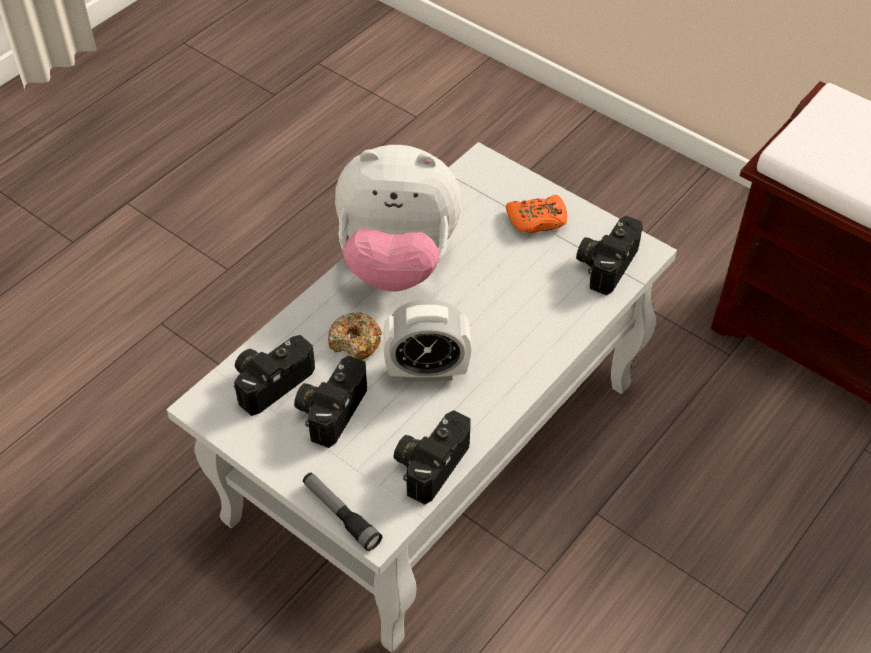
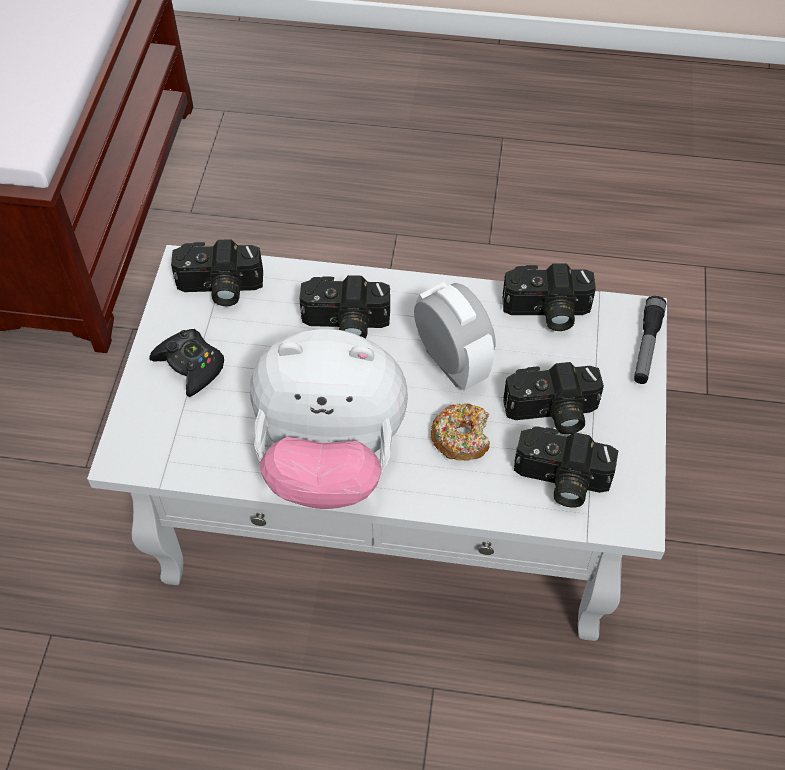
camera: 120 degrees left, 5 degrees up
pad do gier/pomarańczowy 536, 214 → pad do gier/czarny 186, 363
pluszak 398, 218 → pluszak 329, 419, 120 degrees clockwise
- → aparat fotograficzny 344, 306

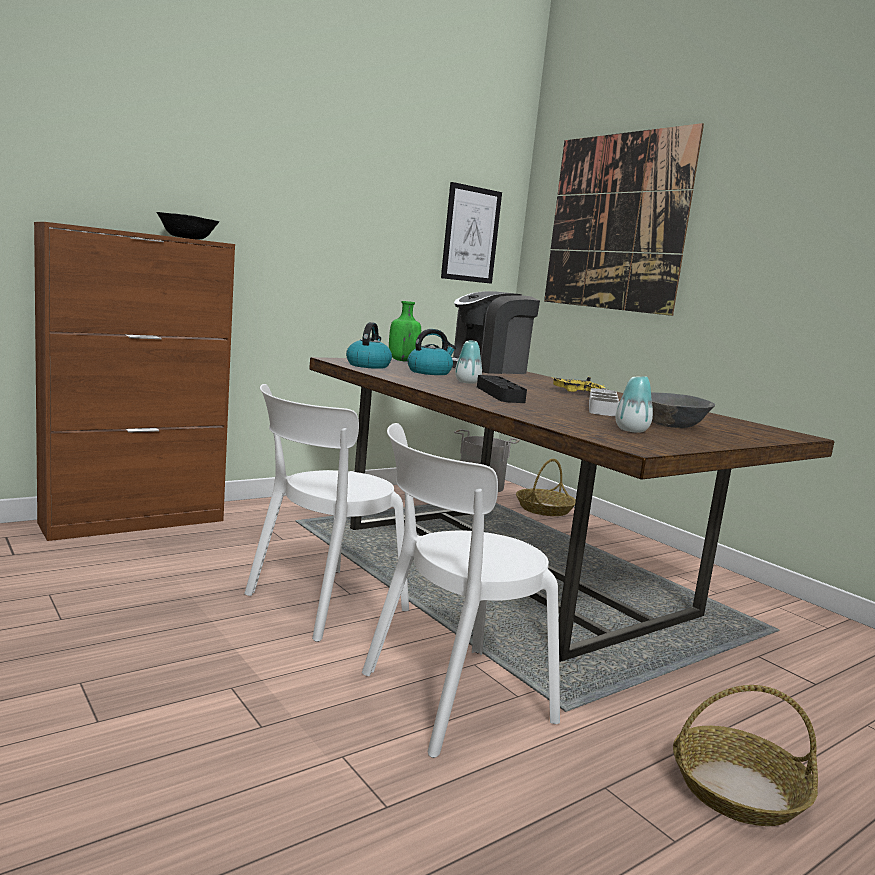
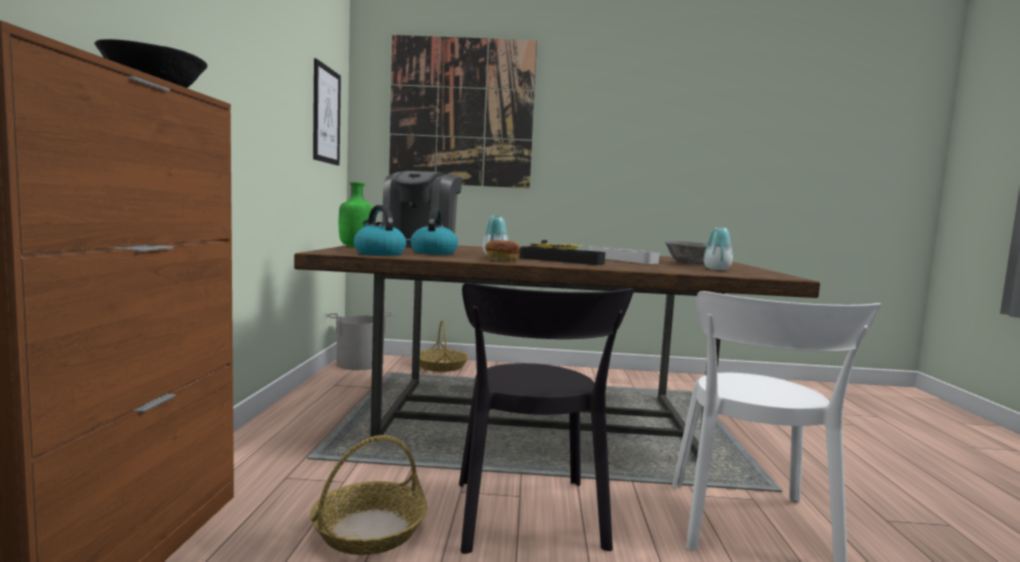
camera: 50 degrees left, 5 degrees down
koszyk 745, 755 → koszyk 369, 495, moved
krzesło/biały 326, 513 → krzesło/czarny 546, 418
- → chleb 503, 251

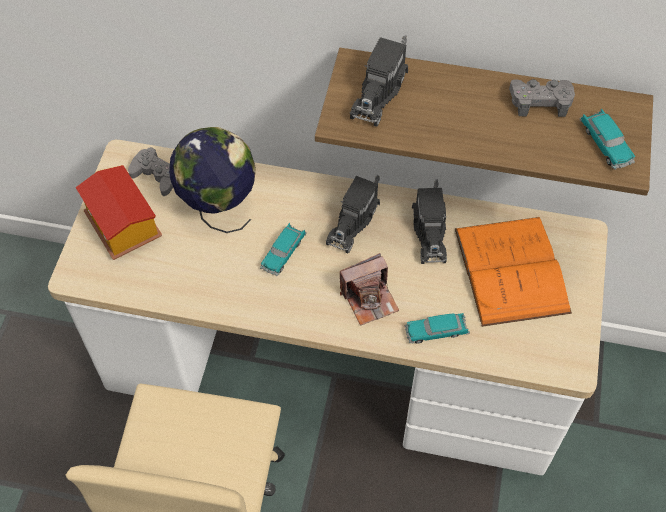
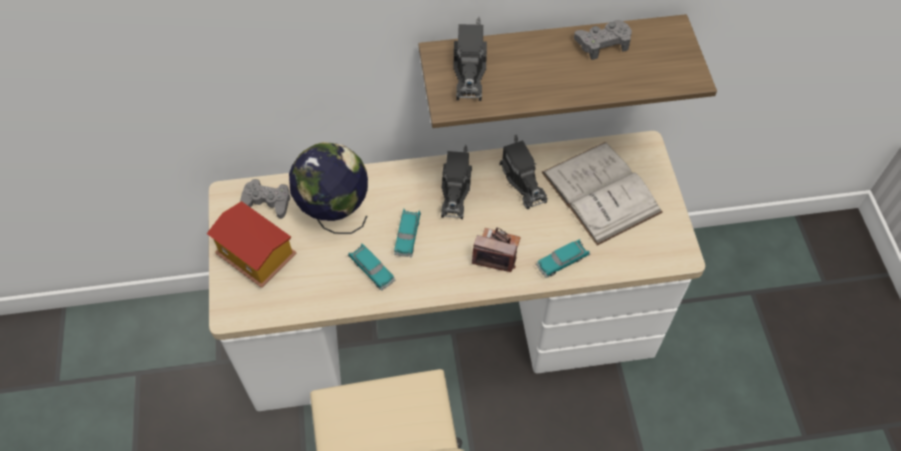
camera: 20 degrees left, 0 degrees up
samochodzik 607, 139 → samochodzik 372, 267, moved
aparat fotograficzny 369, 289 → aparat fotograficzny 496, 249, 120 degrees counterclockwise
książka/pomarańczowy 513, 272 → książka/biały 602, 194

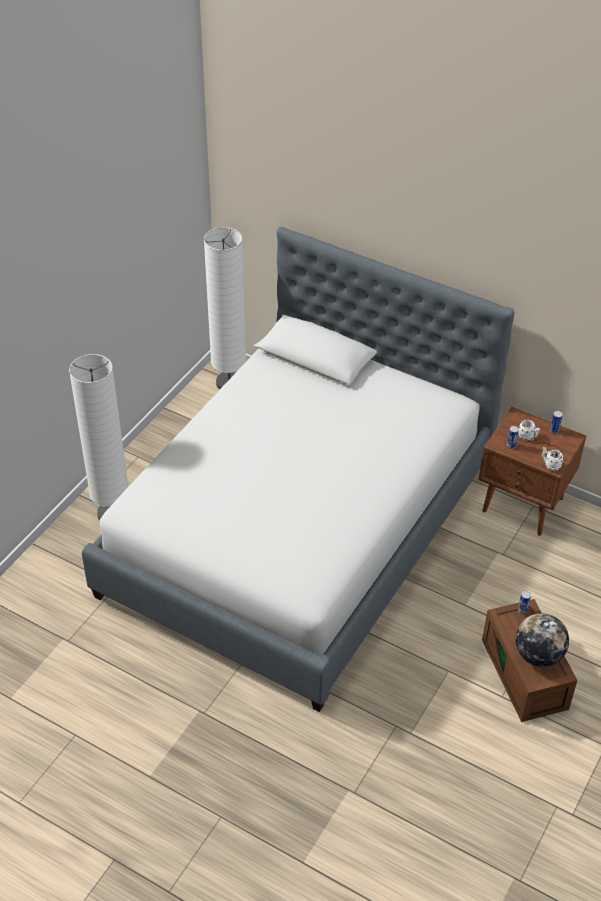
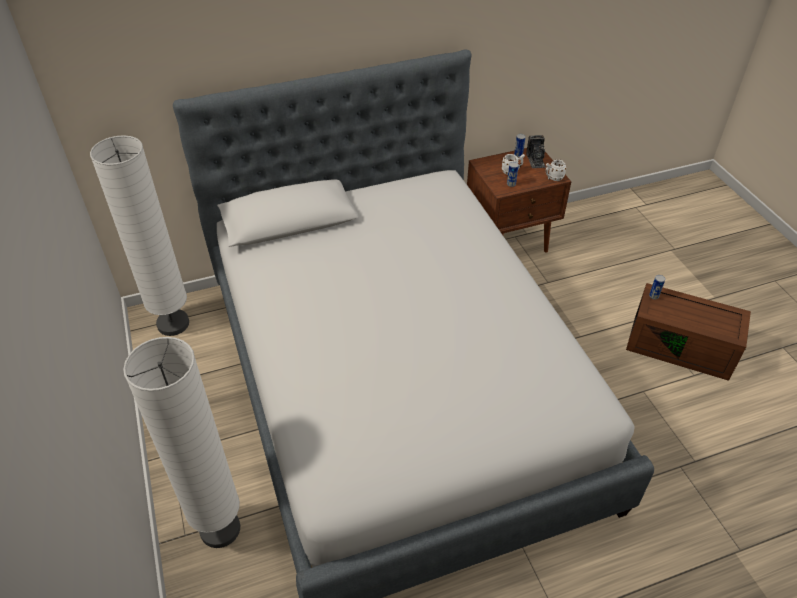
camera: 50 degrees left, 0 degrees up
- → aparat fotograficzny 536, 151
globus 542, 640 → -

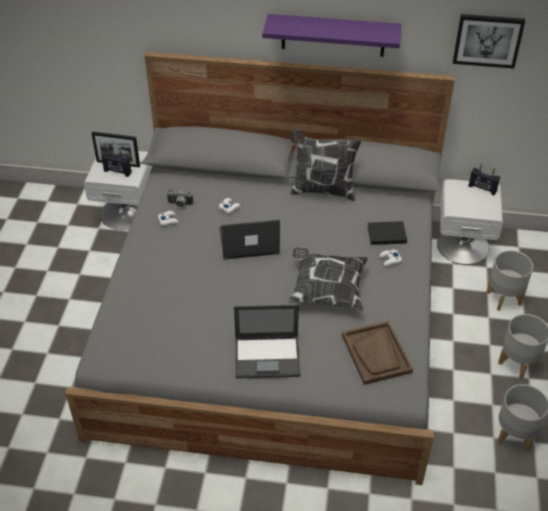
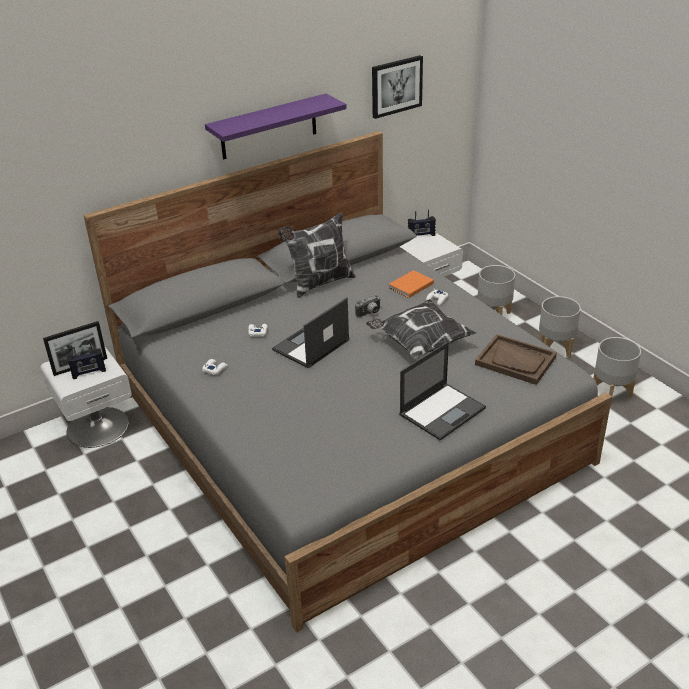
camera: 40 degrees left, 10 degrees down
aparat fotograficzny 179, 198 → aparat fotograficzny 368, 306, moved
książka/czarny 387, 233 → książka/pomarańczowy 411, 284

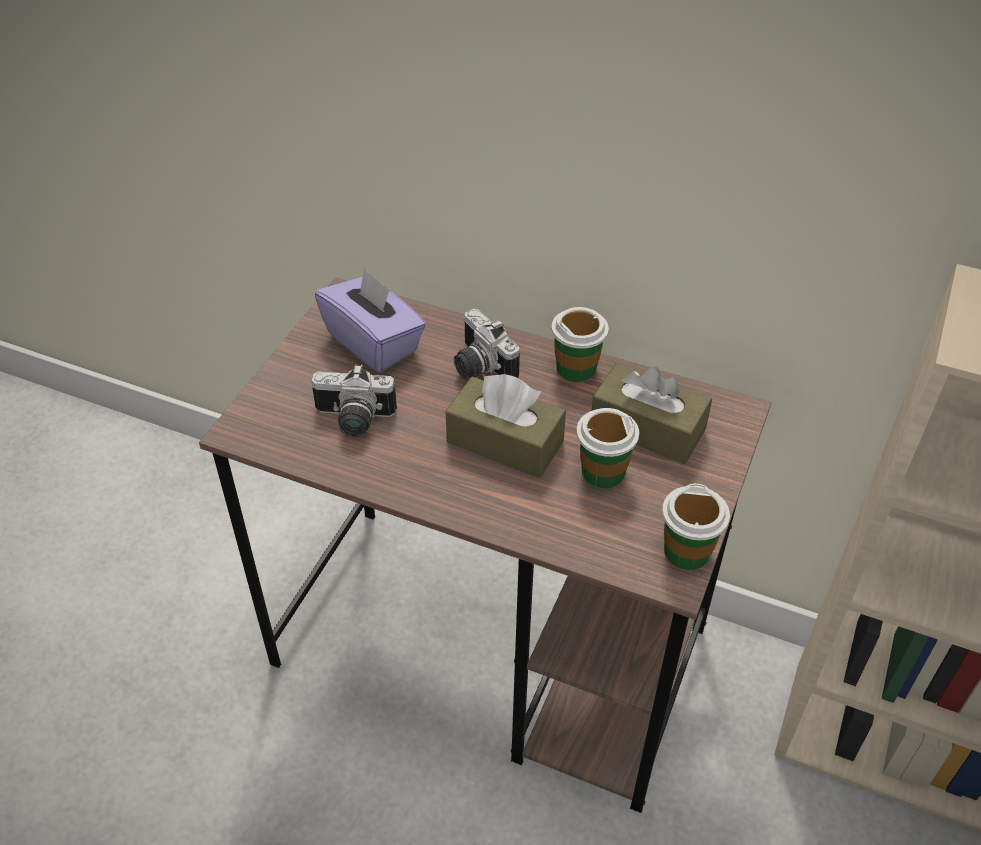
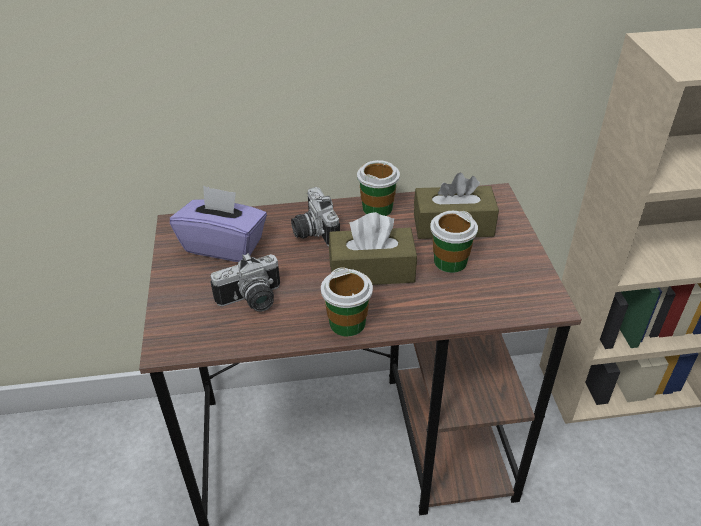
camera: 30 degrees left, 5 degrees down
aparat fotograficzny 487, 344 → aparat fotograficzny 315, 216, 45 degrees clockwise
filiżanka 696, 526 → filiżanka 347, 302, moved

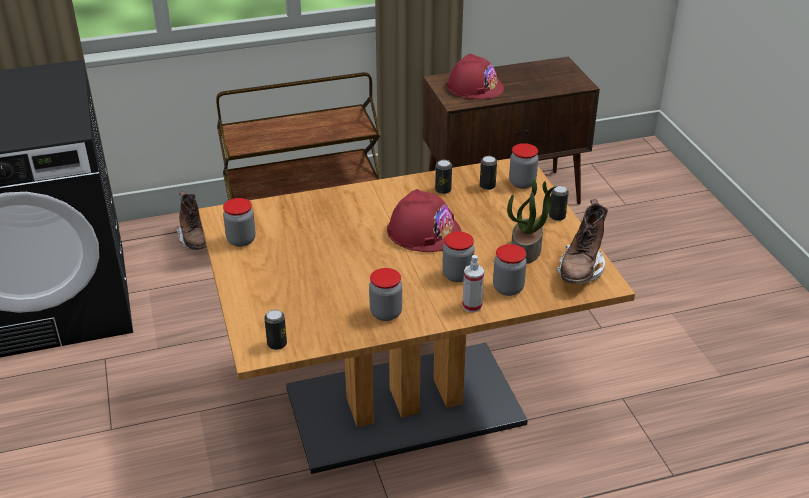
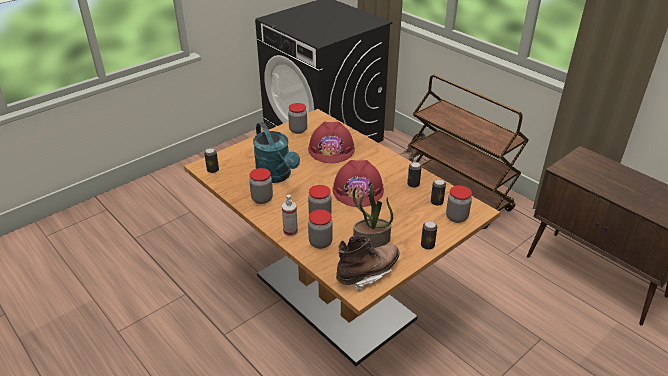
camera: 65 degrees right, 0 degrees up
- → konewka/turkusowy 276, 152
kask/czerwony 475, 76 → kask/czerwony 331, 142, moved
but z cholewką/brązowy 582, 242 → but z cholewką/brązowy 368, 263, 150 degrees clockwise

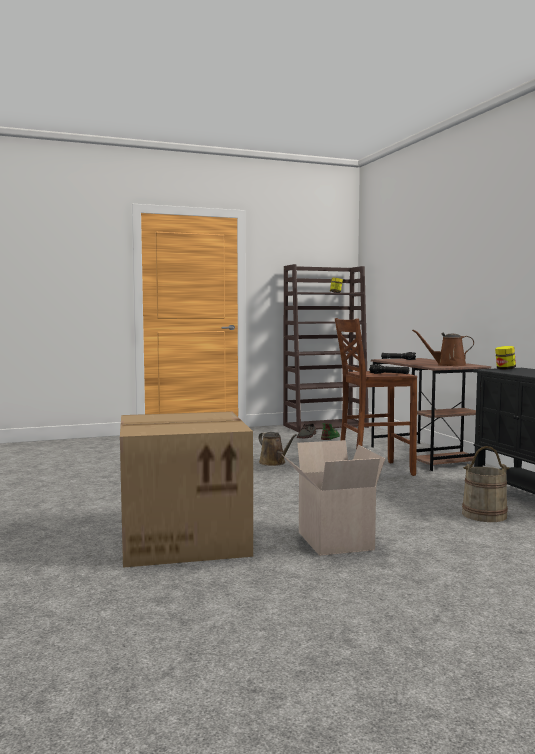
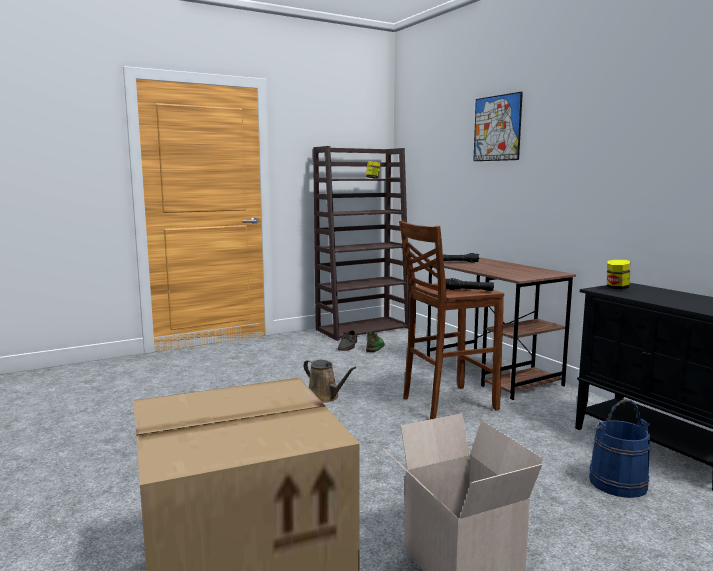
camera: 10 degrees left, 5 degrees up
- → obraz 498, 126
wiadro/beżowy 485, 484 → wiadro/niebieski 619, 448
konewka/brązowy 443, 348 → -

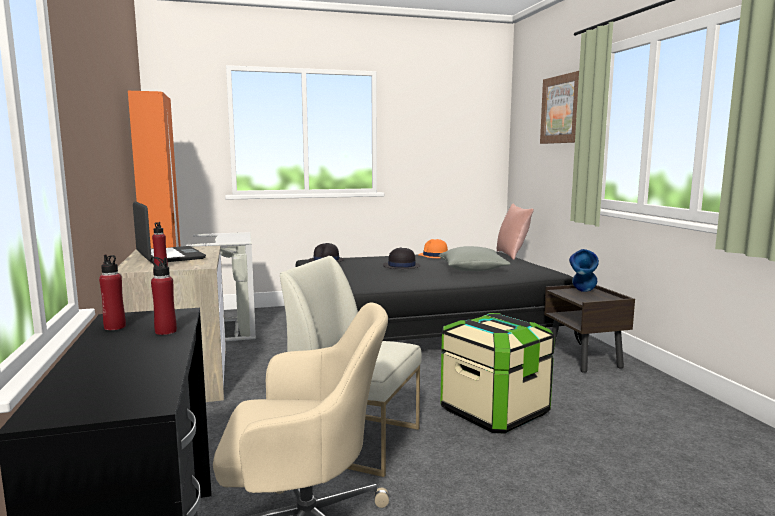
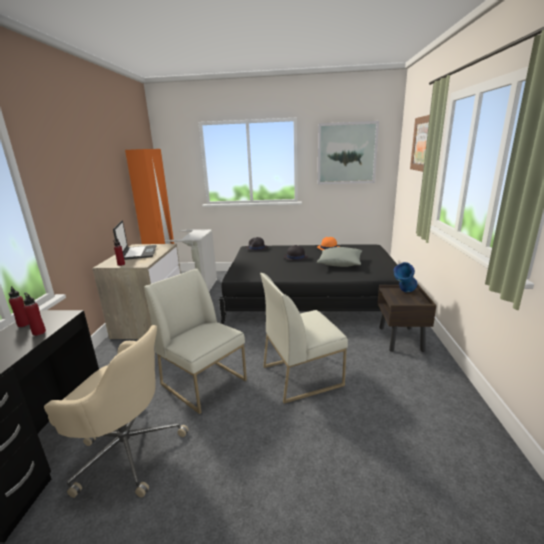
camera: 20 degrees right, 10 degrees up
pojemnik do przechowywania 498, 373 → krzesło/biały 304, 338
- → obraz 348, 153
poduszka/różowy 515, 232 → -

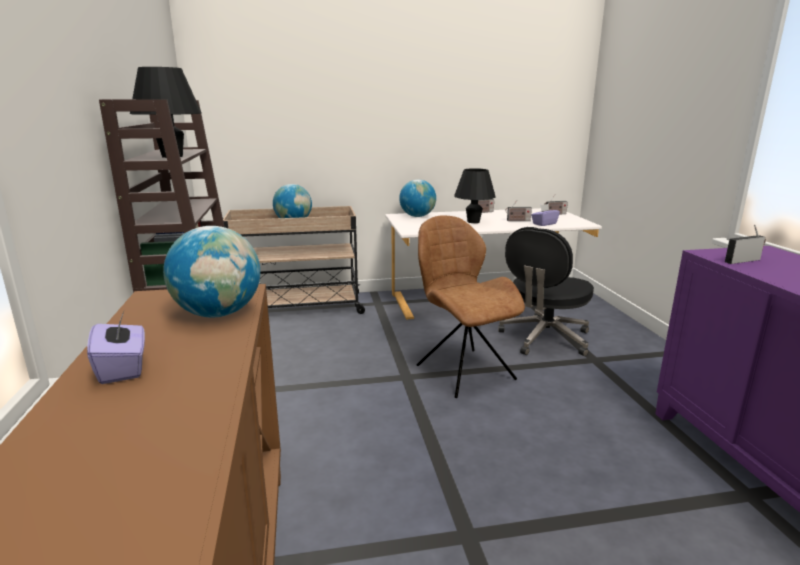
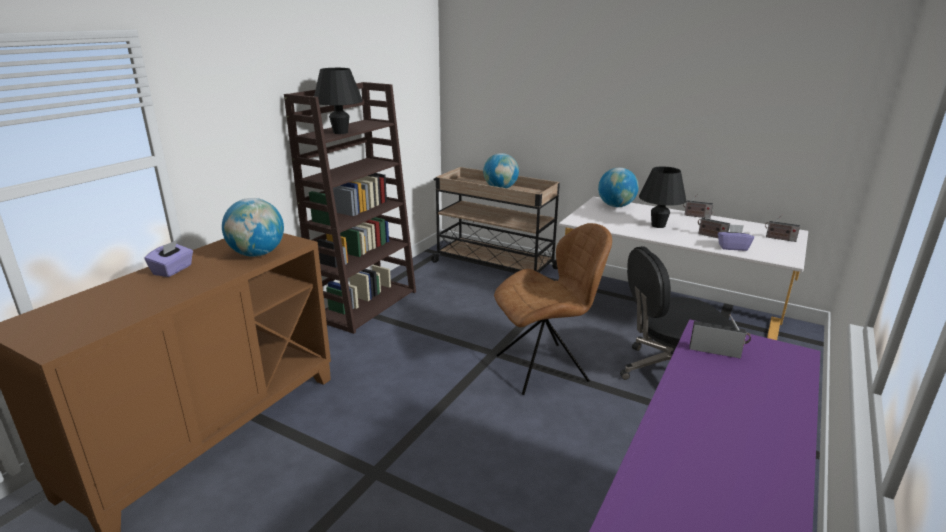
camera: 40 degrees right, 5 degrees up
krzesło/brązowy 471, 306 → krzesło/brązowy 553, 309, 60 degrees clockwise

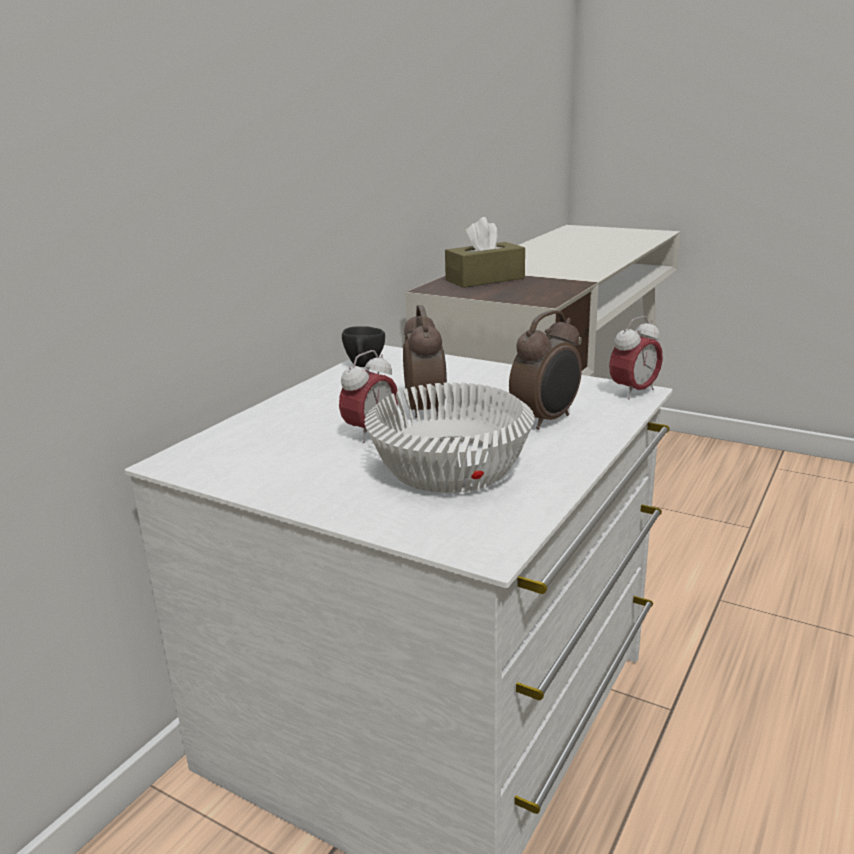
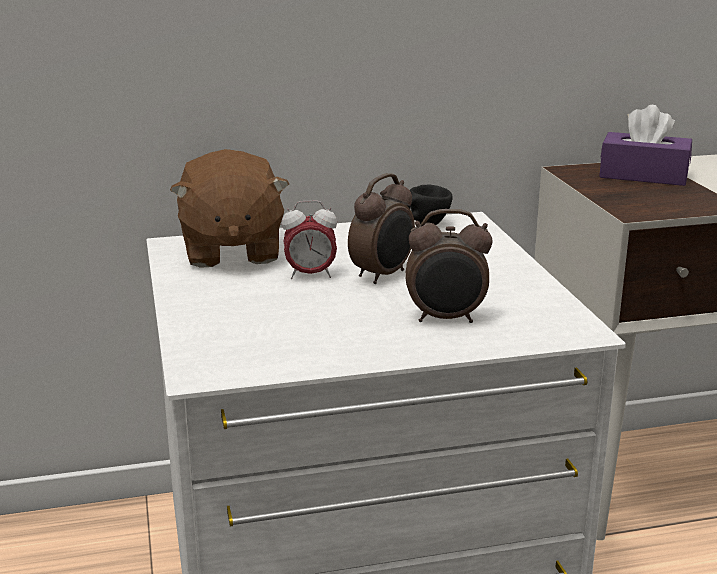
camera: 45 degrees right, 0 degrees up
- → pluszak/brązowy 229, 208
pudełko chusteczek/brązowy 485, 252 → pudełko chusteczek/fioletowy 645, 145
miska/biały 449, 437 → -
budzik 636, 358 → -

